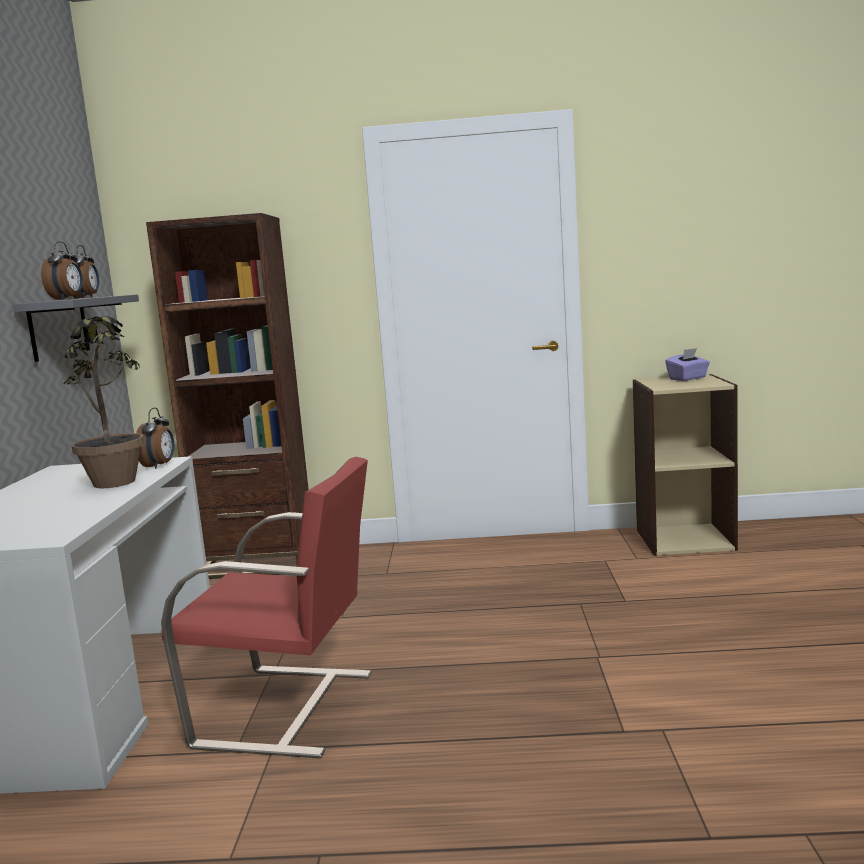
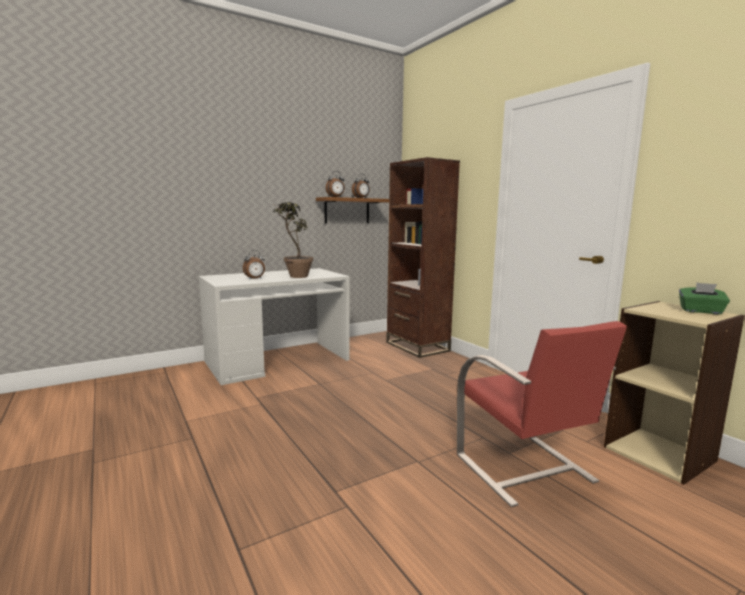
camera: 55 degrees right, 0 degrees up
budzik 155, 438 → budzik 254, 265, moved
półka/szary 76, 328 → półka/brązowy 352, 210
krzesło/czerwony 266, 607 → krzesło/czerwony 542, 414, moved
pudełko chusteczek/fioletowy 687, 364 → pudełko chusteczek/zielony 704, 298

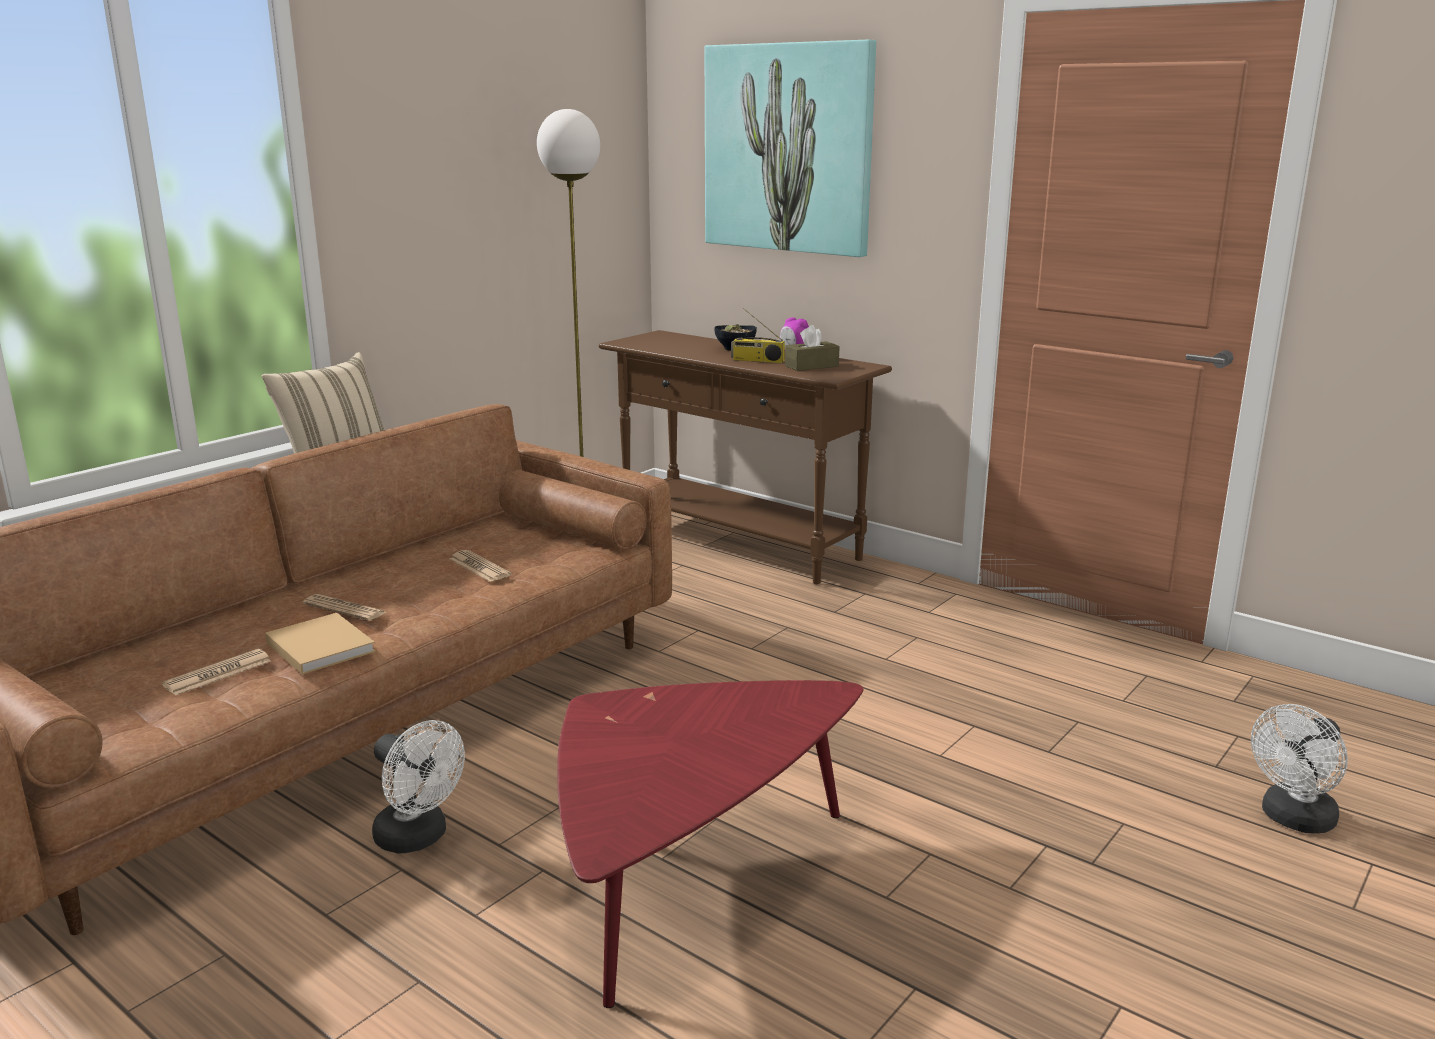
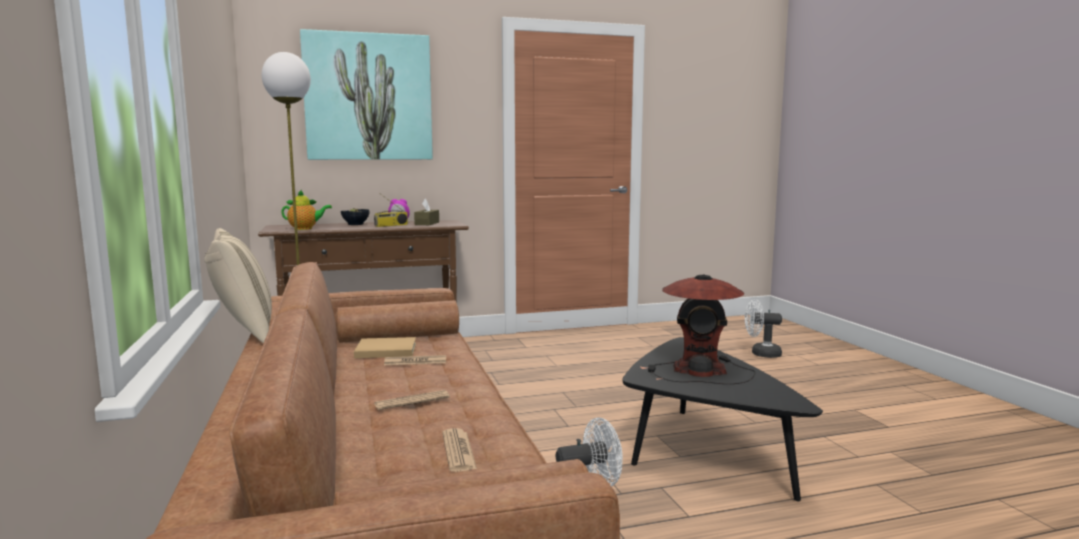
camera: 55 degrees left, 10 degrees down
- → imbryk 306, 210
książka/beżowy 320, 644 → książka/beżowy 385, 347, moved
ława/czerwony 710, 844 → ława/czarny 722, 419
- → lampa stołowa 702, 329
wentylator/biały 1299, 768 → wentylator/biały 763, 328, 105 degrees clockwise

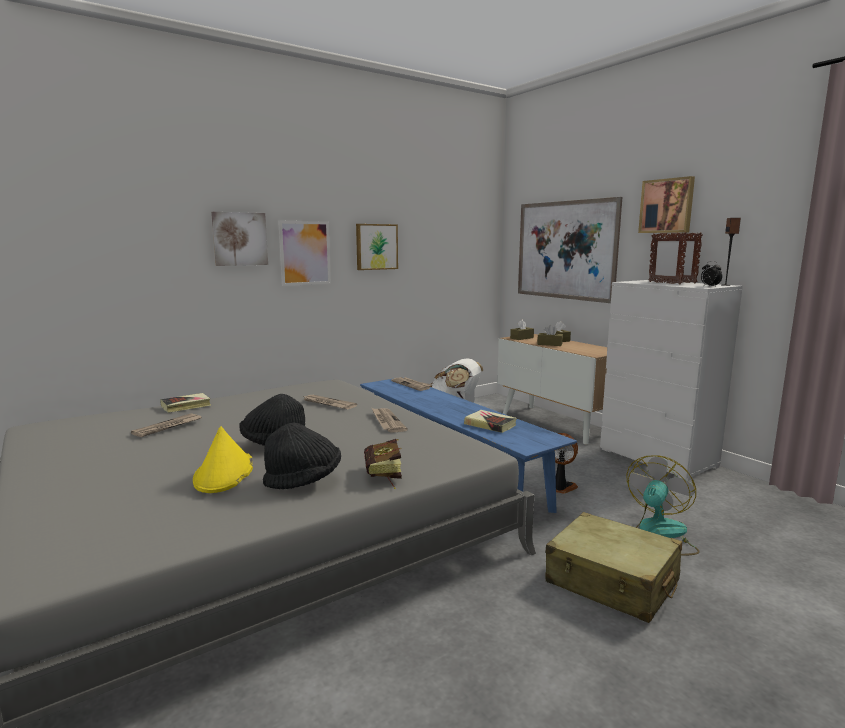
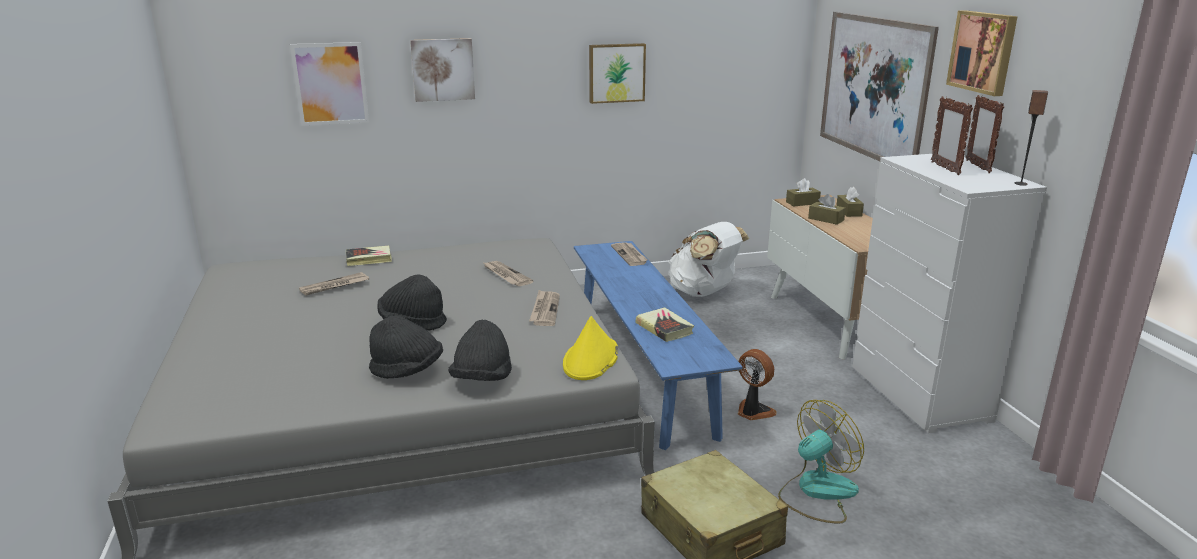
camera: 20 degrees right, 10 degrees up
obraz 304, 253 → obraz 329, 84, moved
książka 383, 464 → kapelusz/czarny 480, 350
kapelusz/żółty 223, 459 → kapelusz/żółty 590, 348, moved
budzik 712, 274 → -

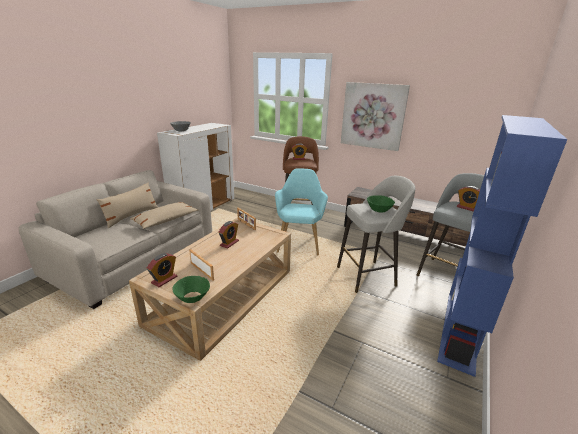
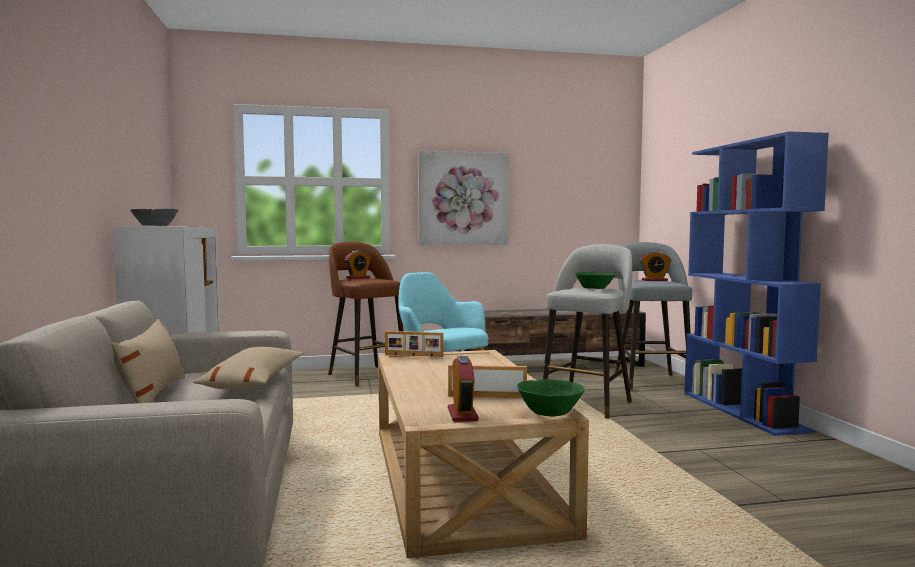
camera: 40 degrees left, 20 degrees down
budzik 229, 235 → -

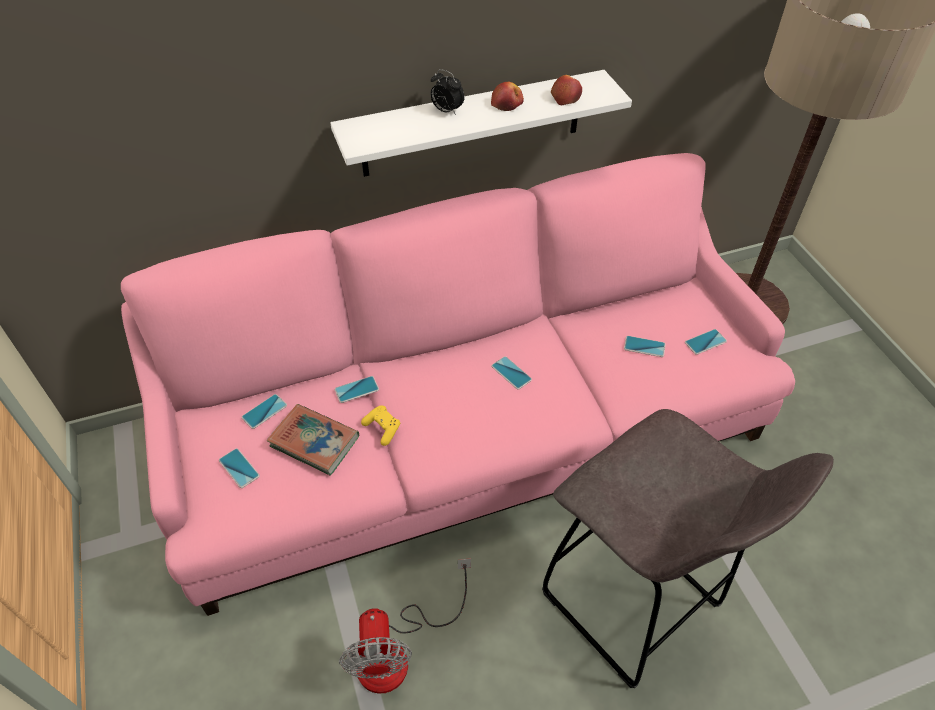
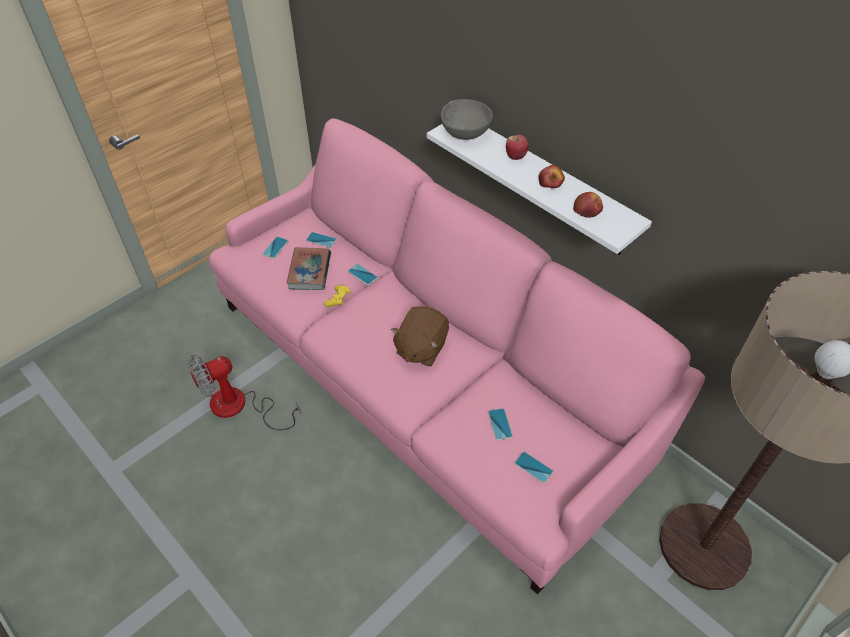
camera: 65 degrees right, 0 degrees up
telefon 511, 373 → pluszak/brązowy 420, 336
- → miska/szary 467, 119
budzik 448, 92 → jabłko 517, 147
stołek/szary 688, 548 → -

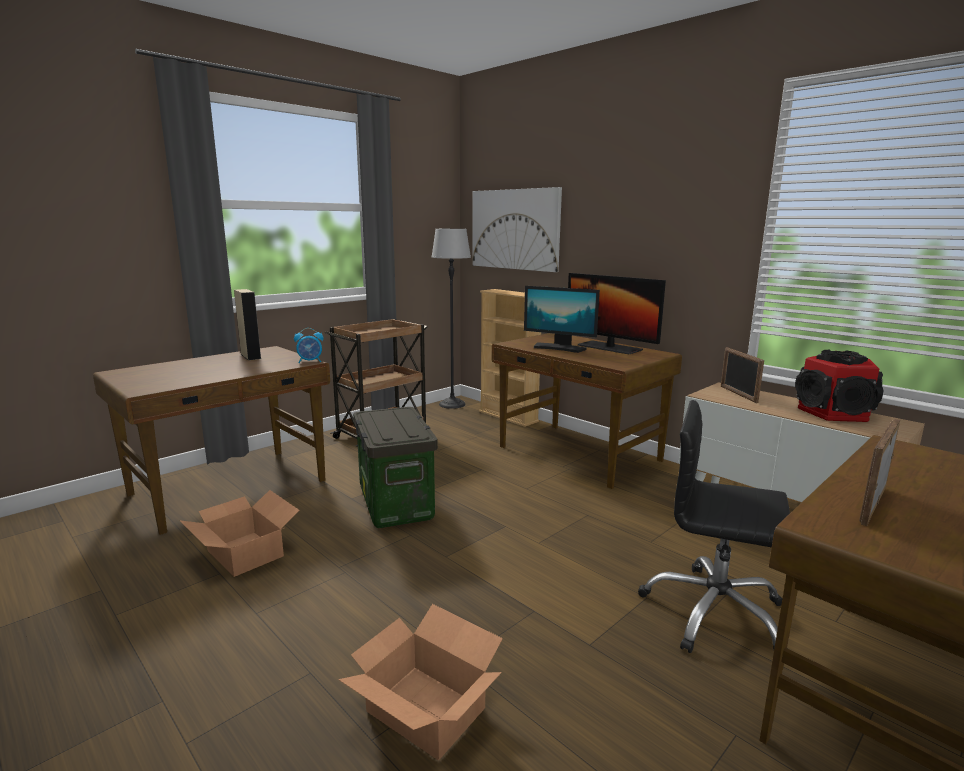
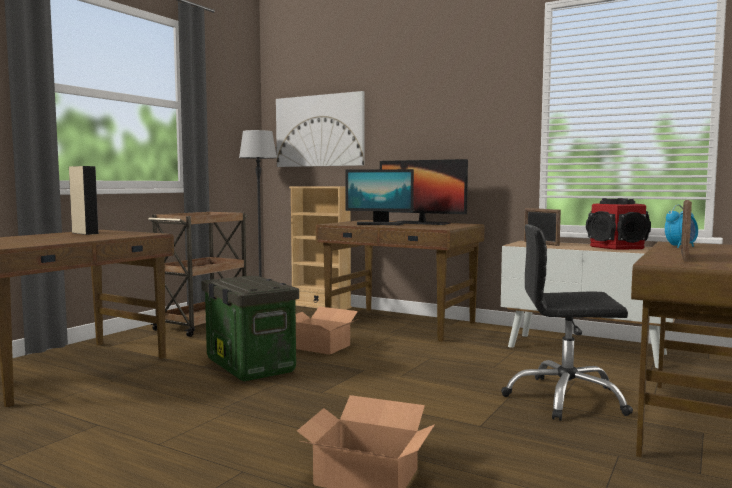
camera: 15 degrees left, 10 degrees down
karton 239, 533 → karton 327, 330, moved
budzik 308, 345 → budzik 681, 226, moved

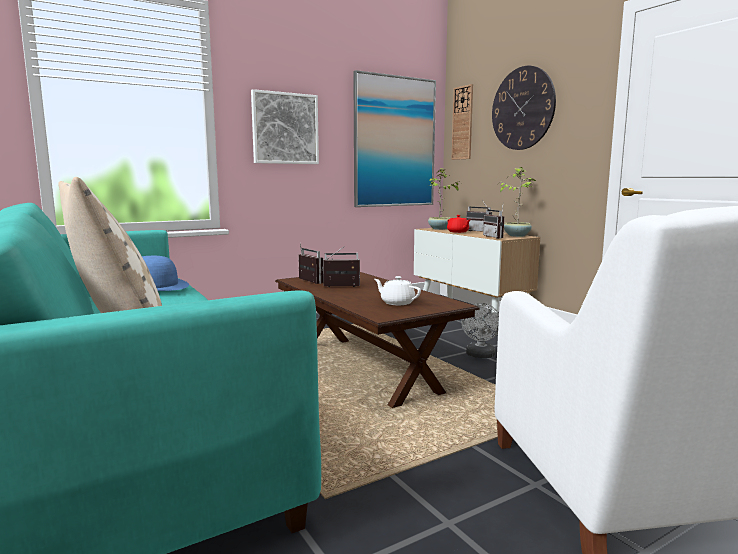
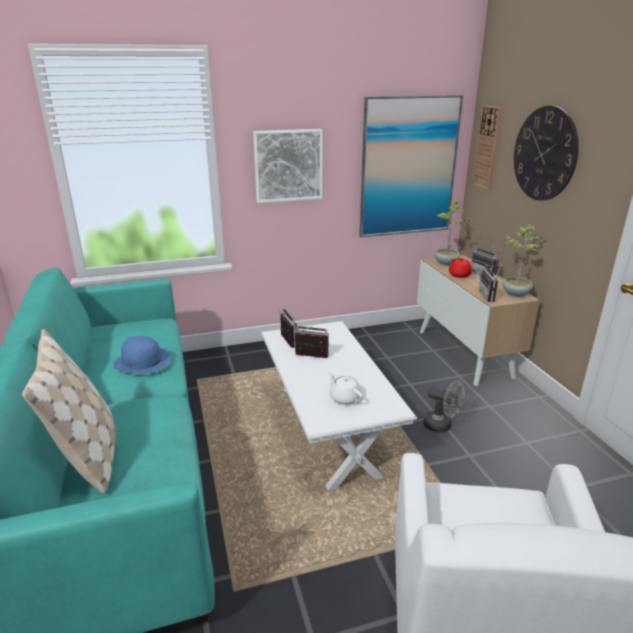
camera: 15 degrees right, 15 degrees up
ława/brązowy 377, 340 → ława/biały 339, 406
wentylator/szary 480, 330 → wentylator/szary 444, 407, 90 degrees counterclockwise

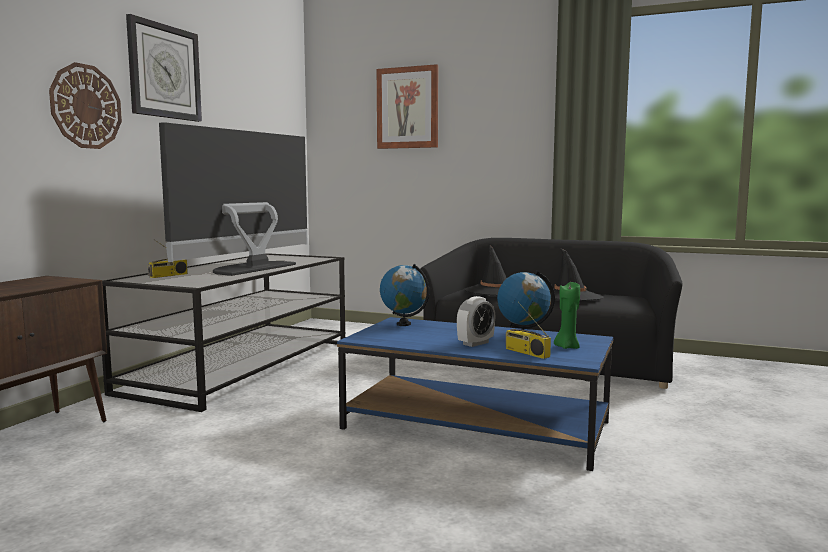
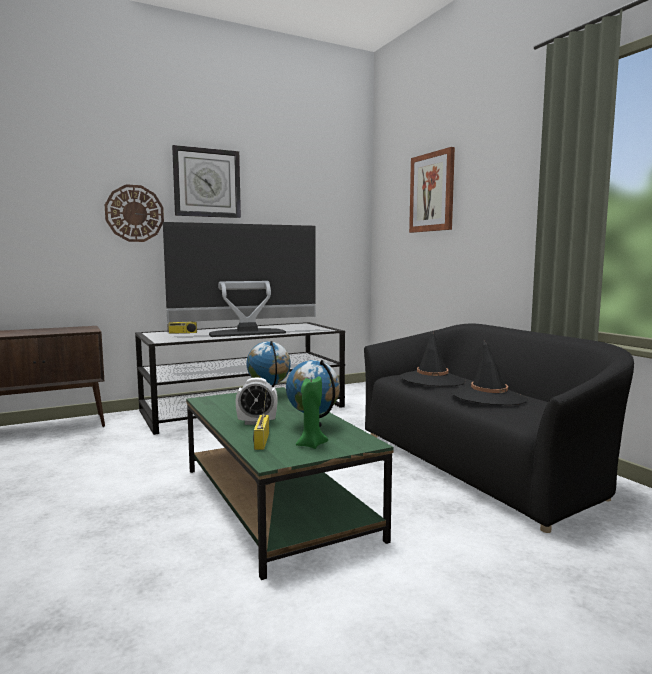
camera: 40 degrees right, 0 degrees up
ława/niebieski 475, 394 → ława/zielony 290, 483

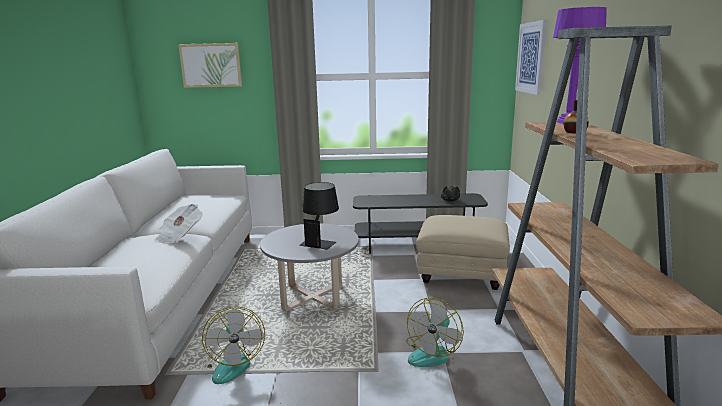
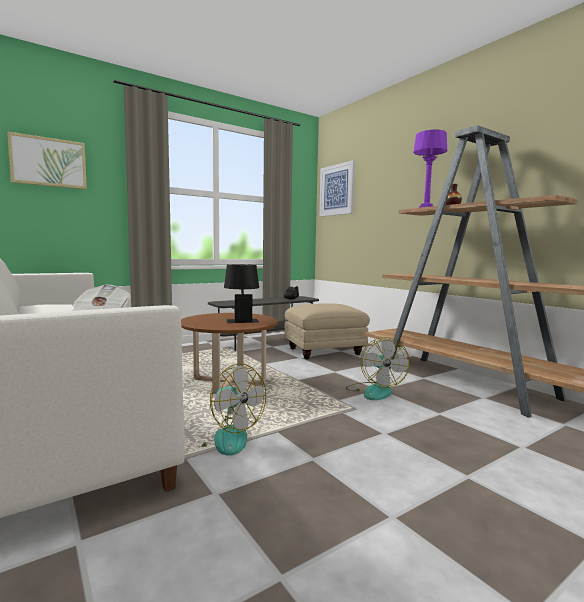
camera: 35 degrees left, 10 degrees down
ława/szary 309, 267 → ława/brązowy 229, 353

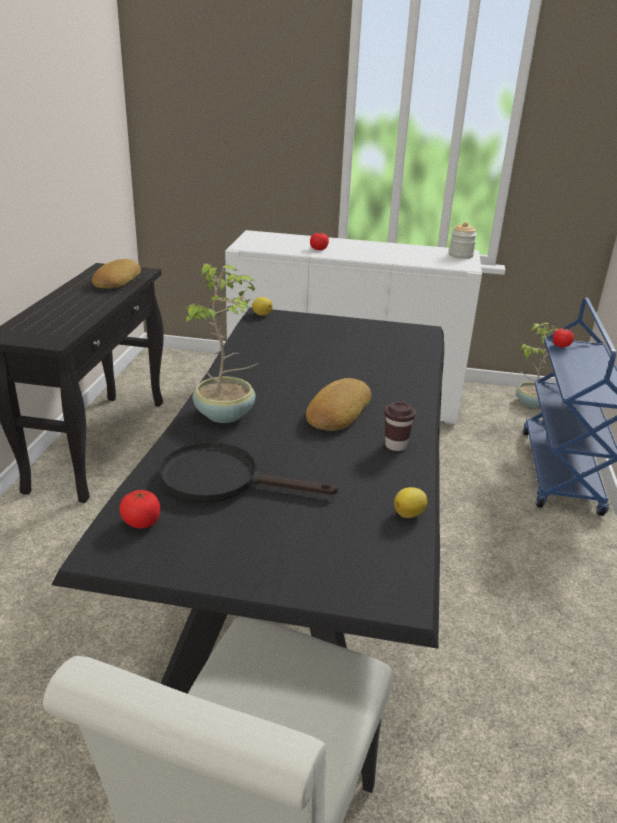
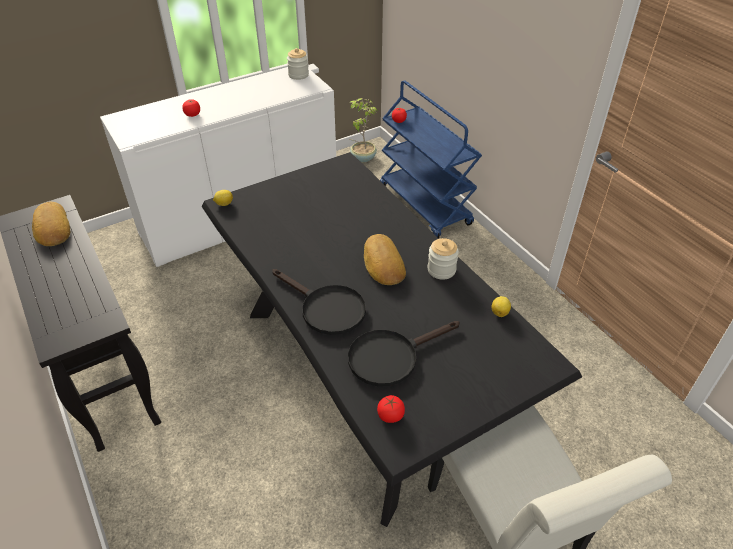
camera: 40 degrees left, 15 degrees up
roślina doniczkowa 220, 343 → patelnia/czarny 319, 302
filiżanka/brązowy 400, 426 → słoik 443, 259

